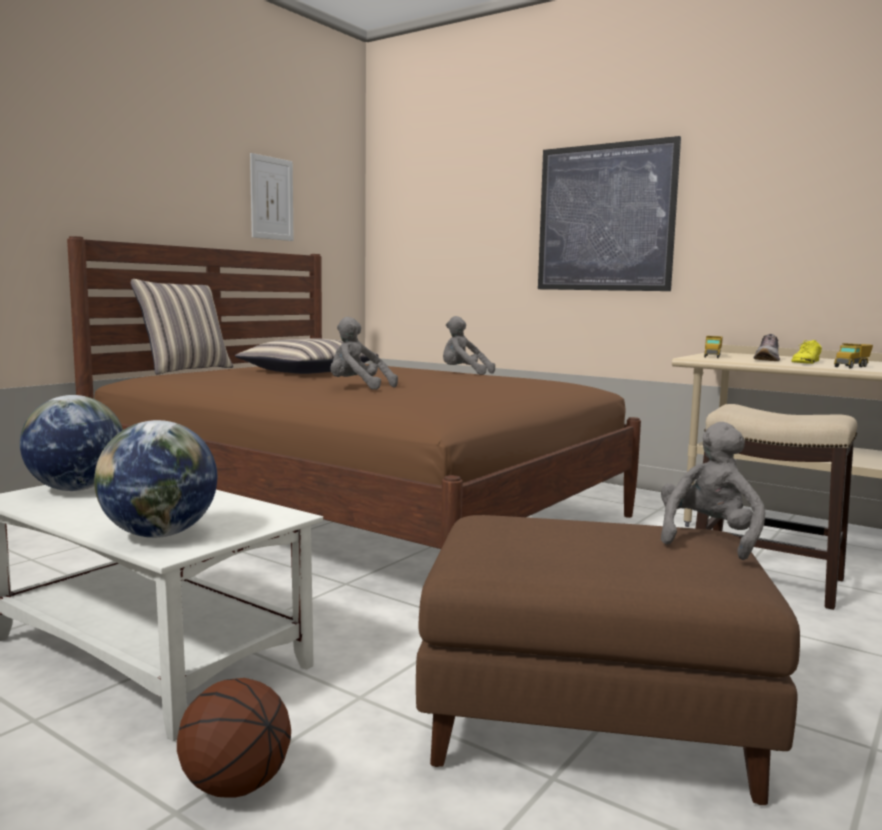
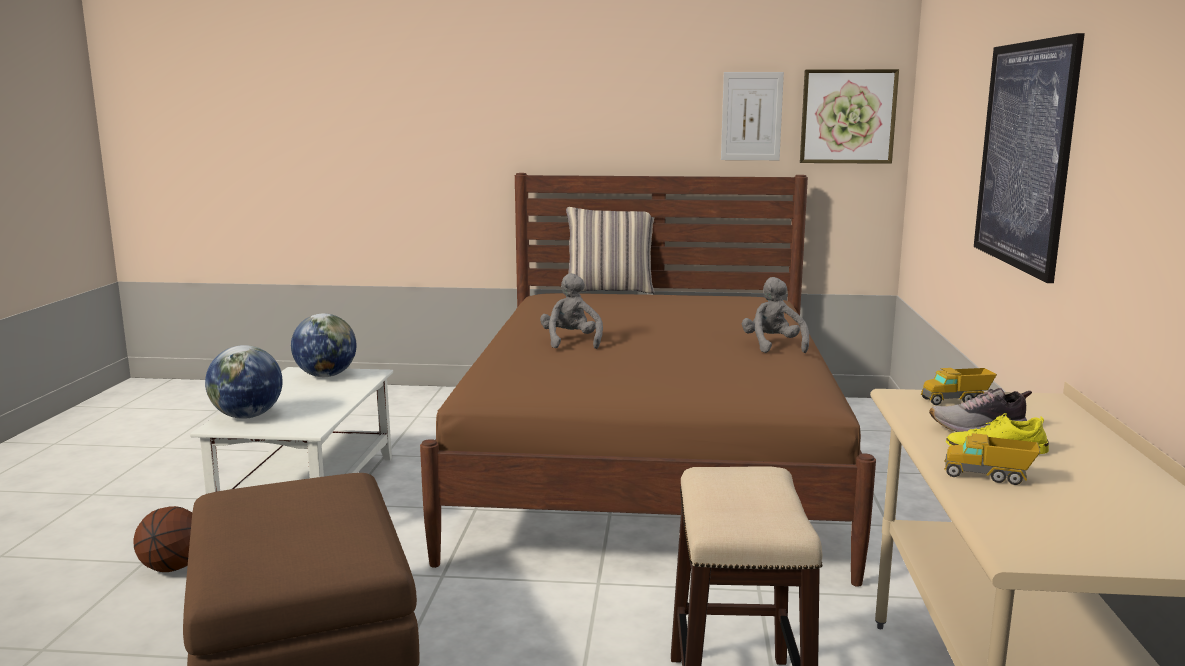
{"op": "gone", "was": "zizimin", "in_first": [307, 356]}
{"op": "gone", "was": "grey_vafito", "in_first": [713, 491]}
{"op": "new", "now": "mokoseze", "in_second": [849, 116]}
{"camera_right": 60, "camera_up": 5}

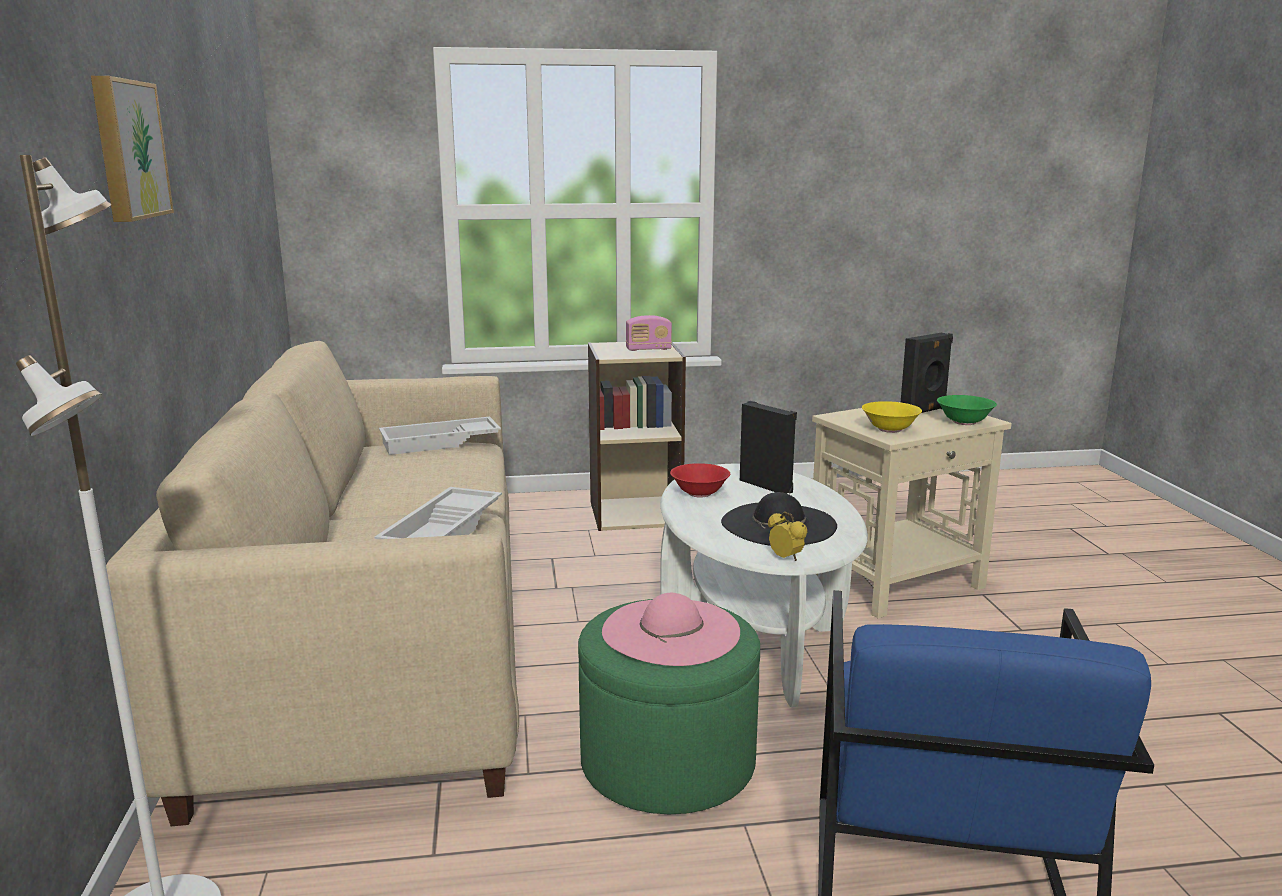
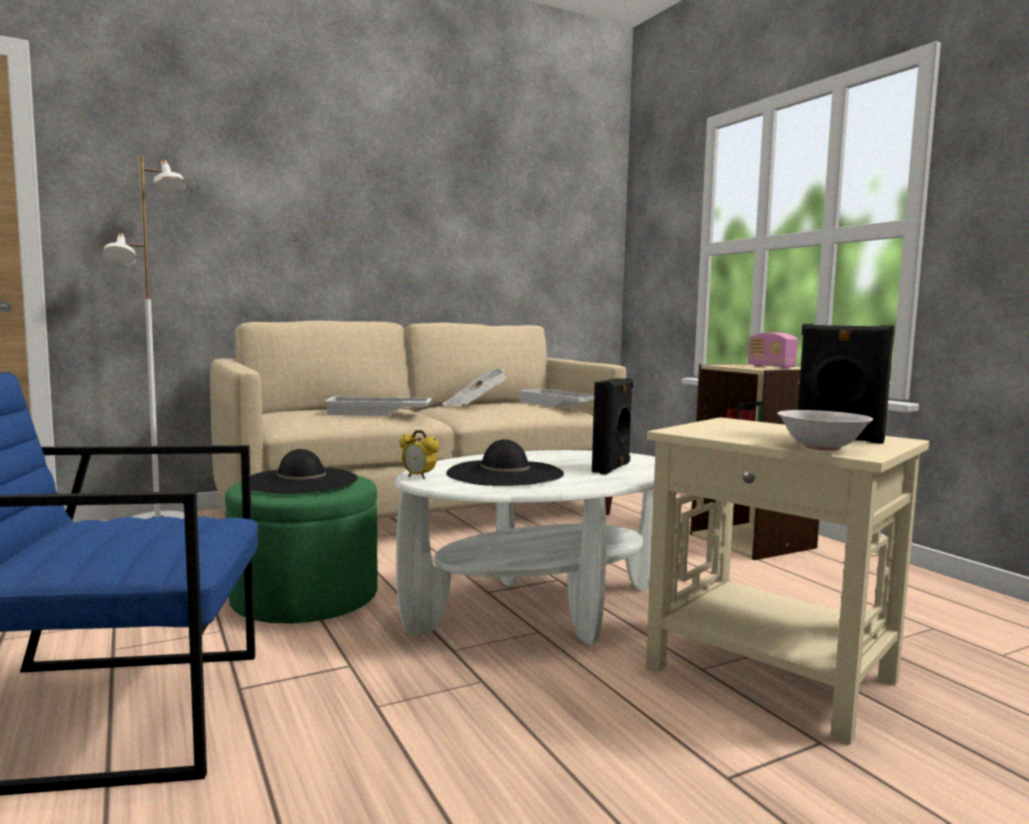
{"op": "gone", "was": "mokoseze", "in_first": [132, 149]}
{"op": "repainted", "was": "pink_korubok", "now": "black_korubok", "in_first": [671, 629], "in_second": [304, 471]}
{"op": "gone", "was": "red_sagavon", "in_first": [700, 480]}
{"op": "rotated", "was": "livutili", "in_first": [788, 536], "in_second": [419, 455], "clockwise": 90}
{"op": "gone", "was": "yellow_sagavon", "in_first": [892, 417]}
{"op": "repainted", "was": "green_sagavon", "now": "white_sagavon", "in_first": [967, 410], "in_second": [825, 430]}
{"op": "new", "now": "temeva", "in_second": [474, 387]}
{"camera_right": 70, "camera_up": -10}

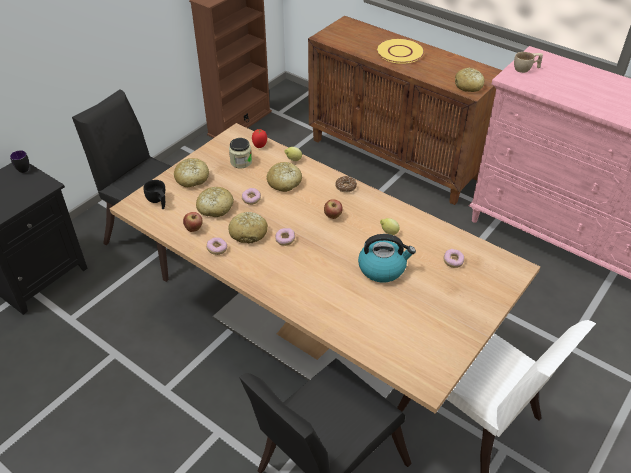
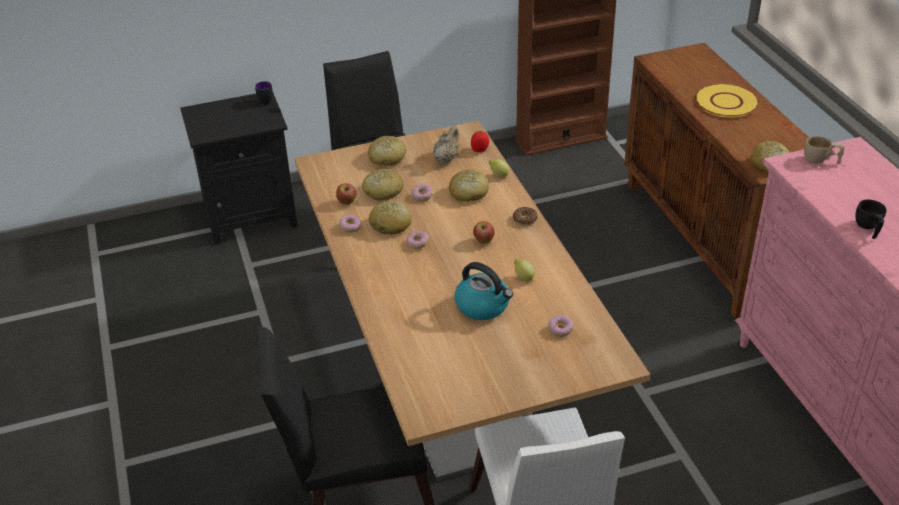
{"op": "shifted", "was": "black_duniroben", "in_first": [154, 194], "in_second": [871, 219]}
{"op": "swapped", "was": "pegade", "now": "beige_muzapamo", "in_first": [240, 153], "in_second": [446, 145]}
{"camera_right": 35, "camera_up": -5}

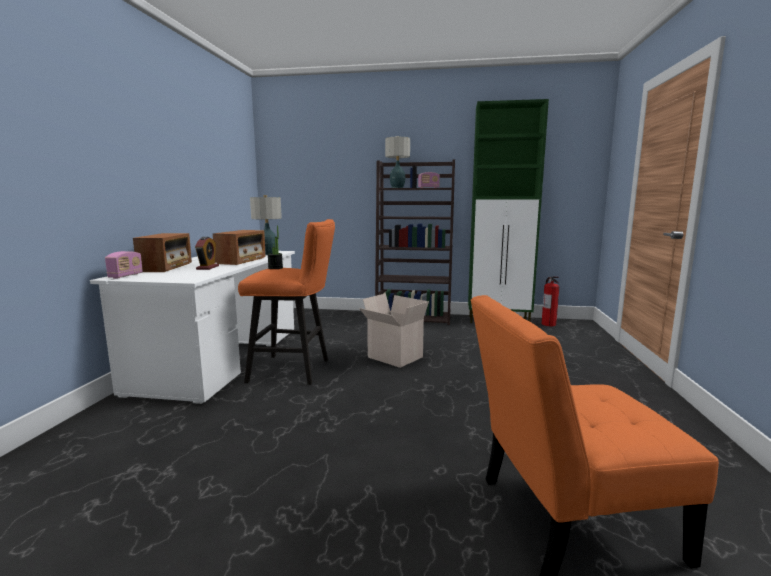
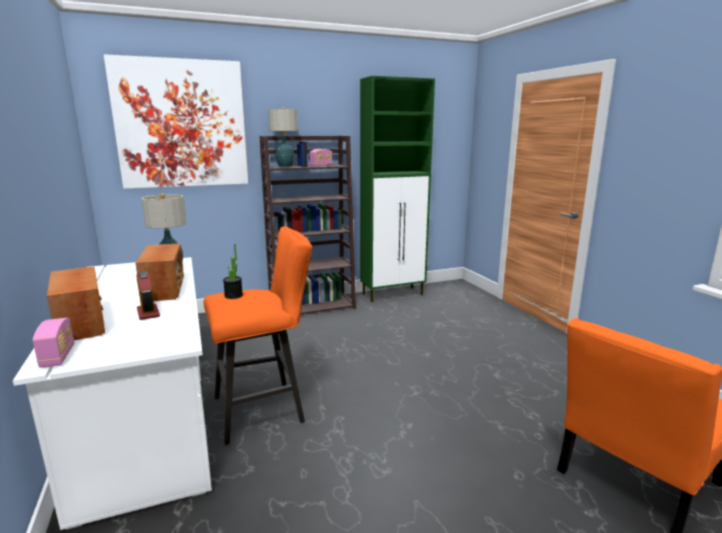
{"op": "gone", "was": "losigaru", "in_first": [394, 330]}
{"op": "gone", "was": "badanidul", "in_first": [550, 301]}
{"op": "new", "now": "mokoseze", "in_second": [176, 121]}
{"camera_right": -30, "camera_up": 5}

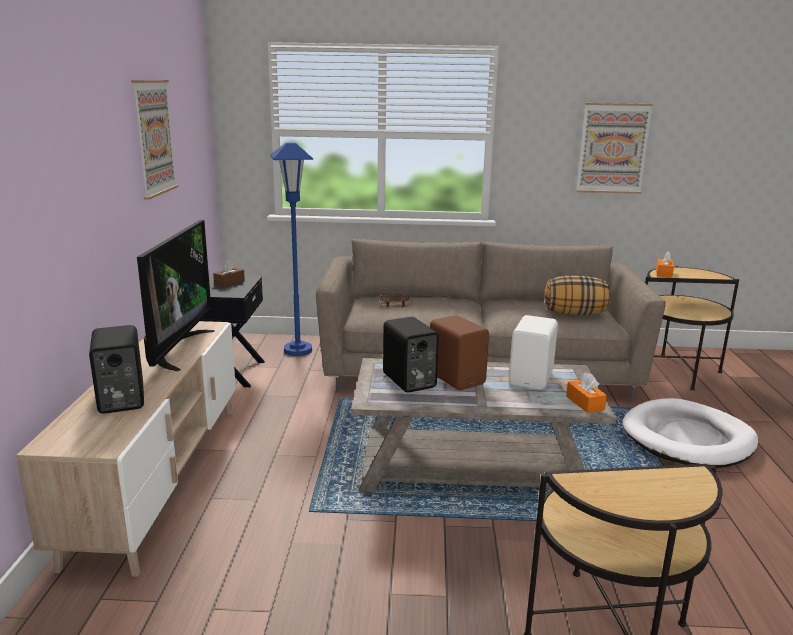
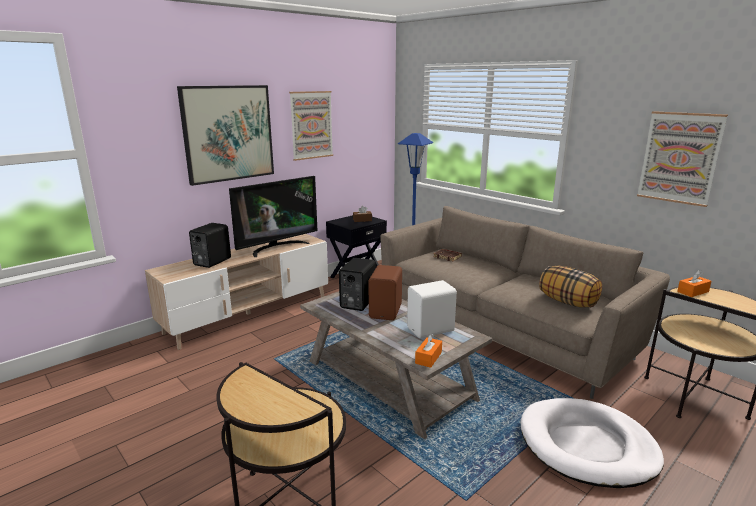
{"op": "new", "now": "mokoseze", "in_second": [225, 135]}
{"camera_right": 45, "camera_up": 0}

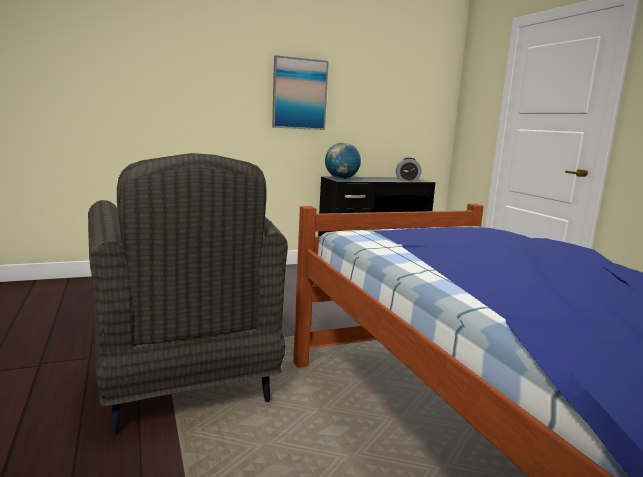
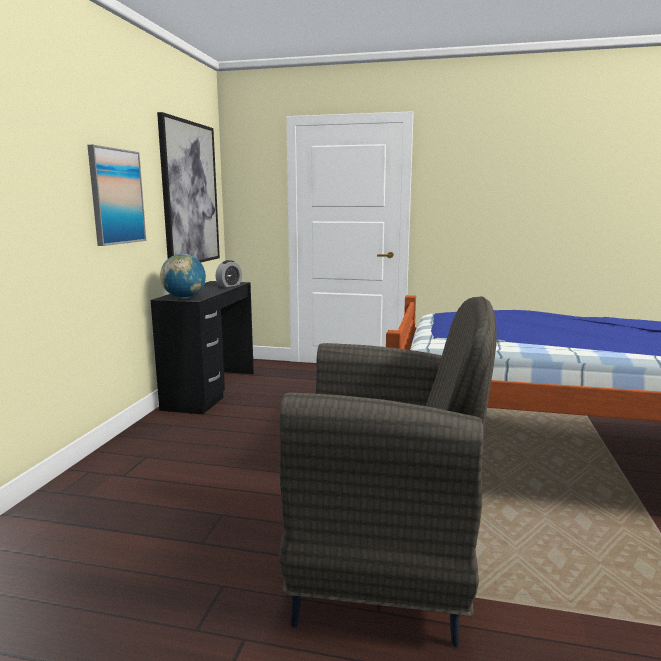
{"op": "new", "now": "mokoseze", "in_second": [188, 187]}
{"camera_right": -55, "camera_up": 0}

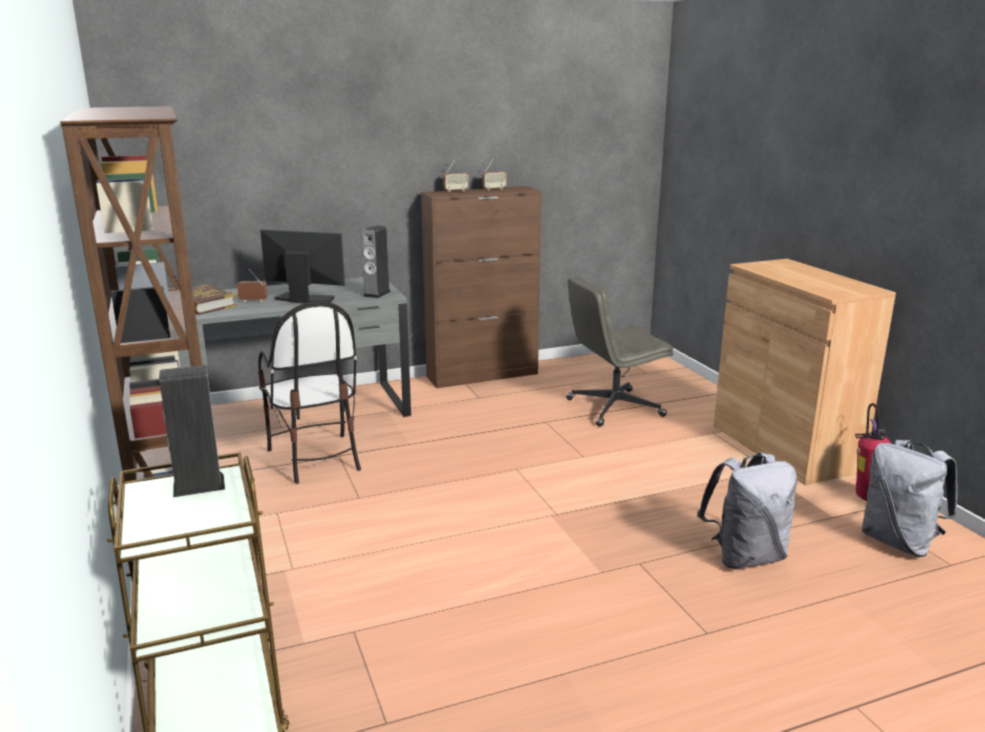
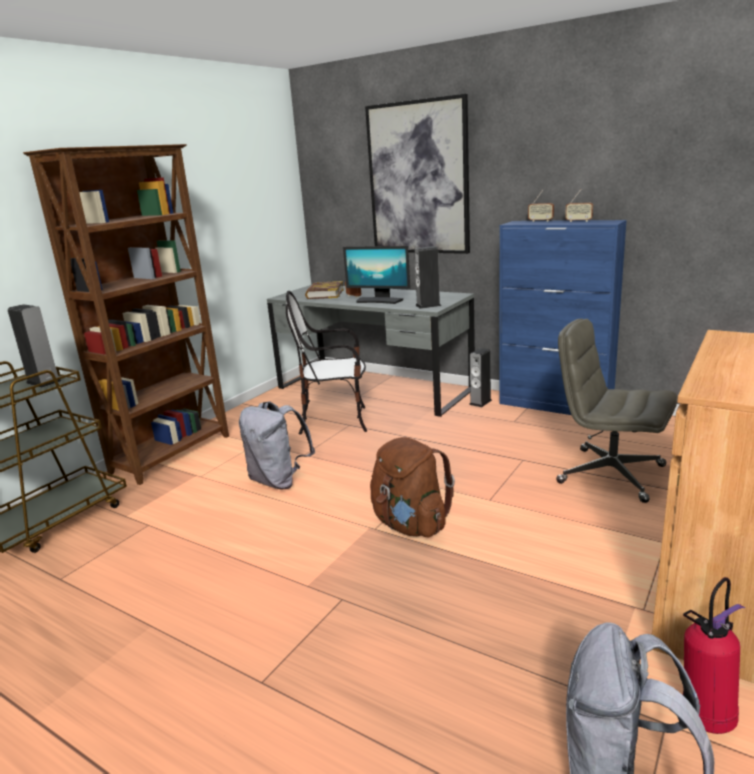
{"op": "rotated", "was": "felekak", "in_first": [309, 392], "in_second": [326, 363], "clockwise": 60}
{"op": "rotated", "was": "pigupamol", "in_first": [302, 266], "in_second": [376, 275], "clockwise": 135}
{"op": "repainted", "was": "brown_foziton", "now": "blue_foziton", "in_first": [481, 287], "in_second": [563, 317]}
{"op": "shifted", "was": "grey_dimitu", "in_first": [747, 510], "in_second": [277, 445]}
{"op": "new", "now": "mokoseze", "in_second": [417, 174]}
{"op": "new", "now": "brown_dimitu", "in_second": [412, 487]}
{"op": "new", "now": "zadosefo", "in_second": [480, 377]}
{"camera_right": 55, "camera_up": 0}

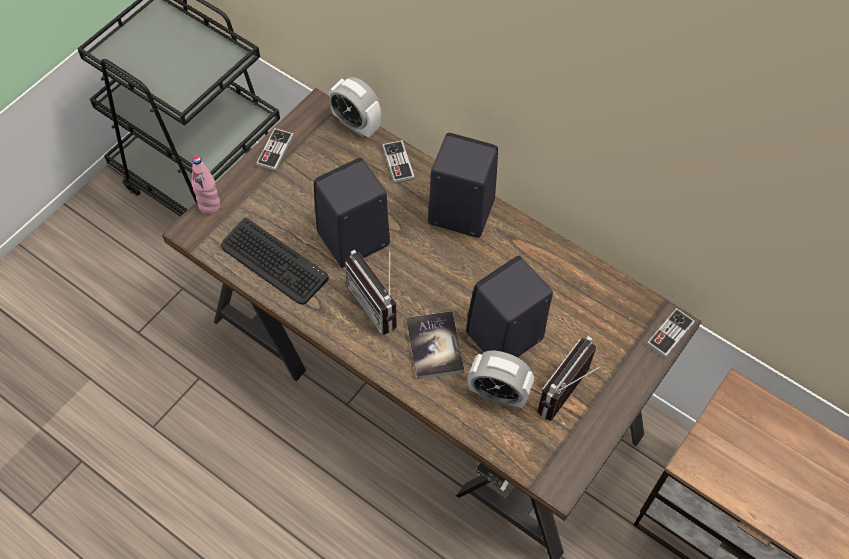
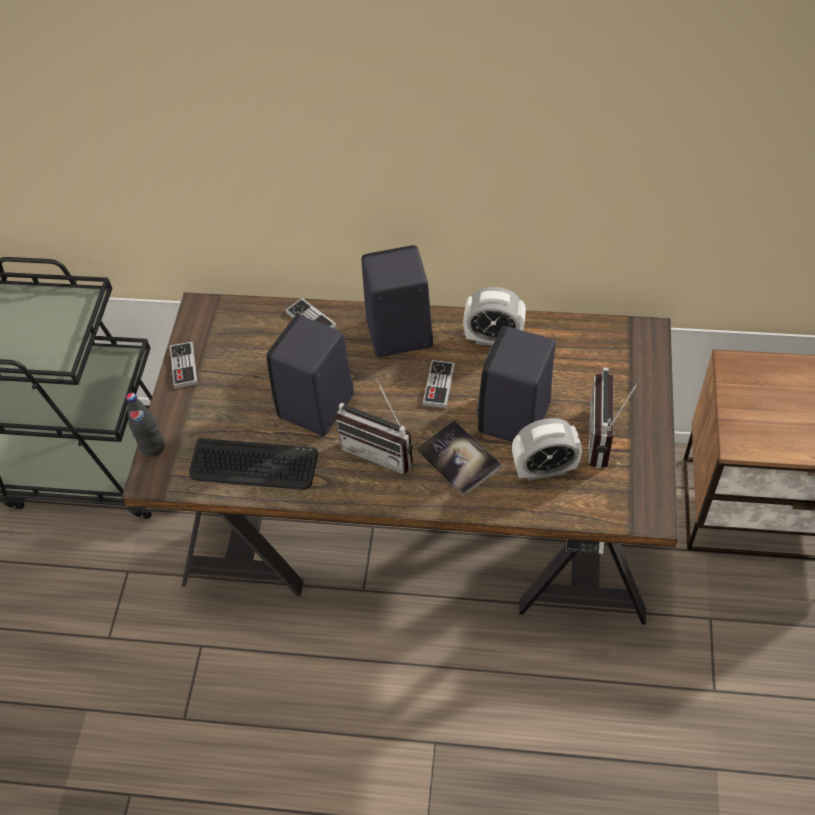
{"op": "repainted", "was": "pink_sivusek", "now": "black_sivusek", "in_first": [205, 185], "in_second": [145, 425]}
{"op": "shifted", "was": "livutili", "in_first": [355, 107], "in_second": [494, 316]}
{"op": "shifted", "was": "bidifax", "in_first": [670, 333], "in_second": [439, 384]}
{"camera_right": -25, "camera_up": -5}

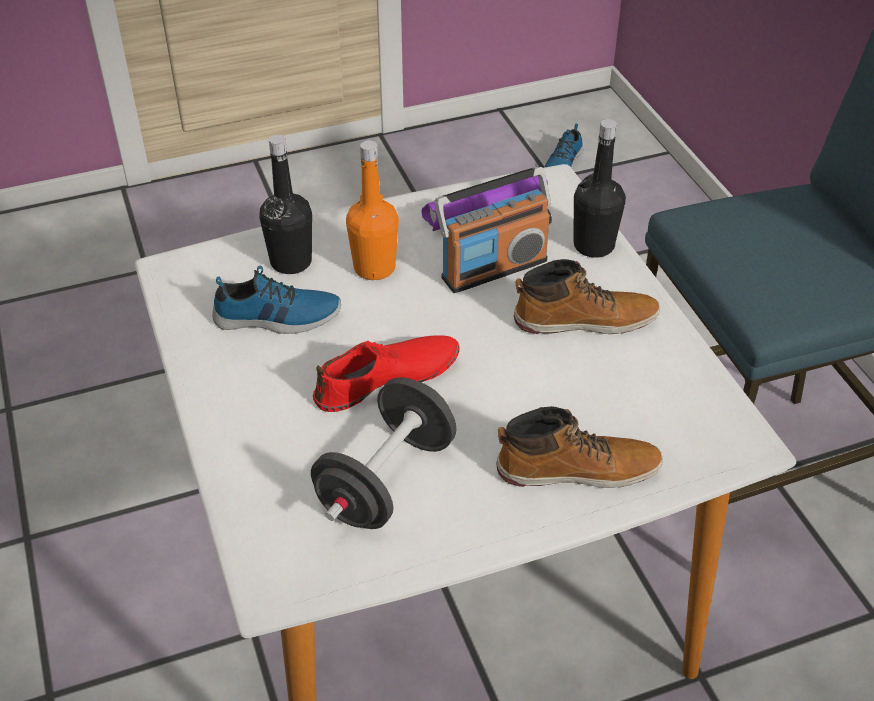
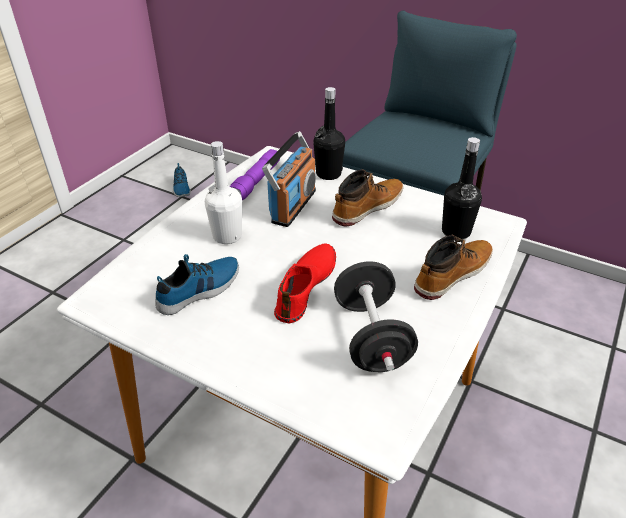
{"op": "shifted", "was": "black_sivusek", "in_first": [286, 204], "in_second": [462, 188]}
{"op": "repainted", "was": "orange_sivusek", "now": "white_sivusek", "in_first": [372, 210], "in_second": [223, 192]}
{"camera_right": -40, "camera_up": -5}

